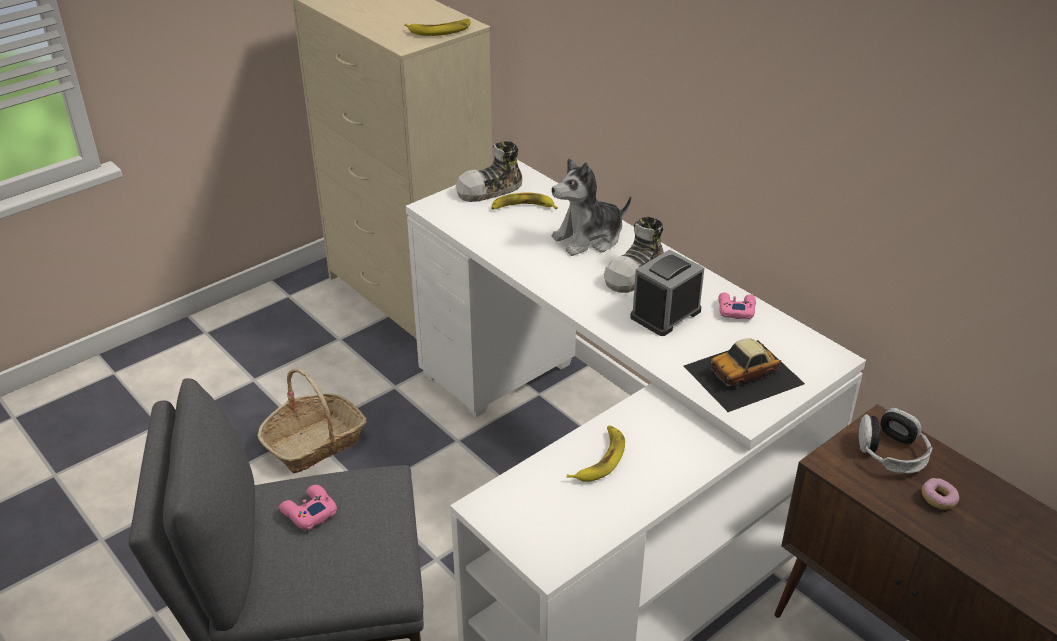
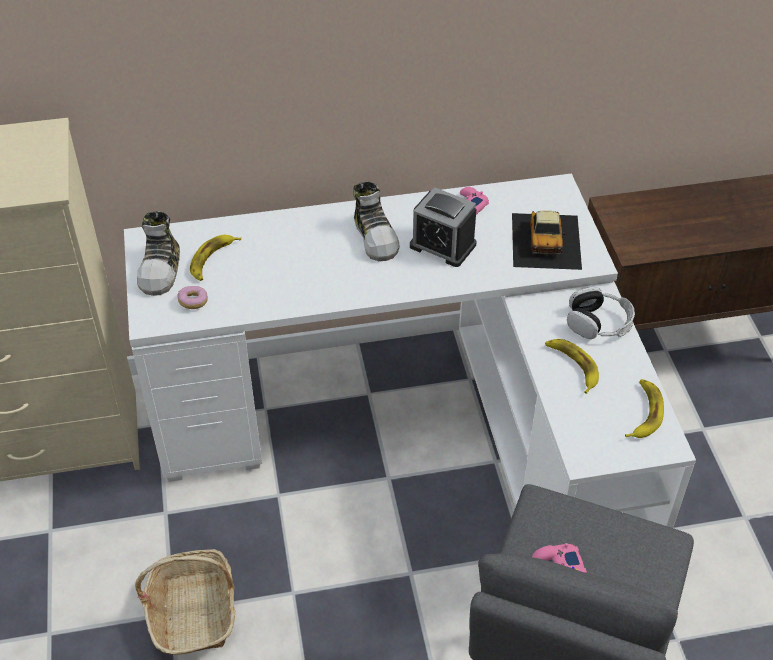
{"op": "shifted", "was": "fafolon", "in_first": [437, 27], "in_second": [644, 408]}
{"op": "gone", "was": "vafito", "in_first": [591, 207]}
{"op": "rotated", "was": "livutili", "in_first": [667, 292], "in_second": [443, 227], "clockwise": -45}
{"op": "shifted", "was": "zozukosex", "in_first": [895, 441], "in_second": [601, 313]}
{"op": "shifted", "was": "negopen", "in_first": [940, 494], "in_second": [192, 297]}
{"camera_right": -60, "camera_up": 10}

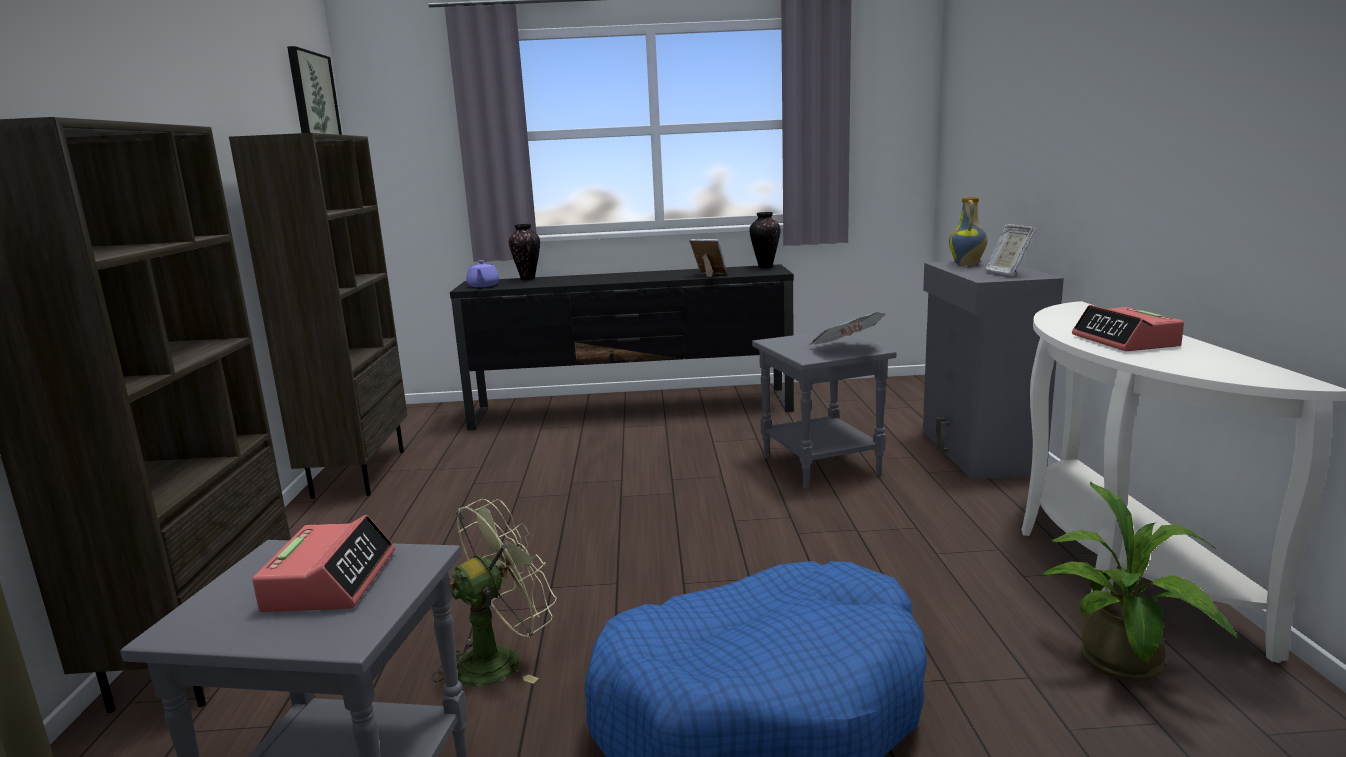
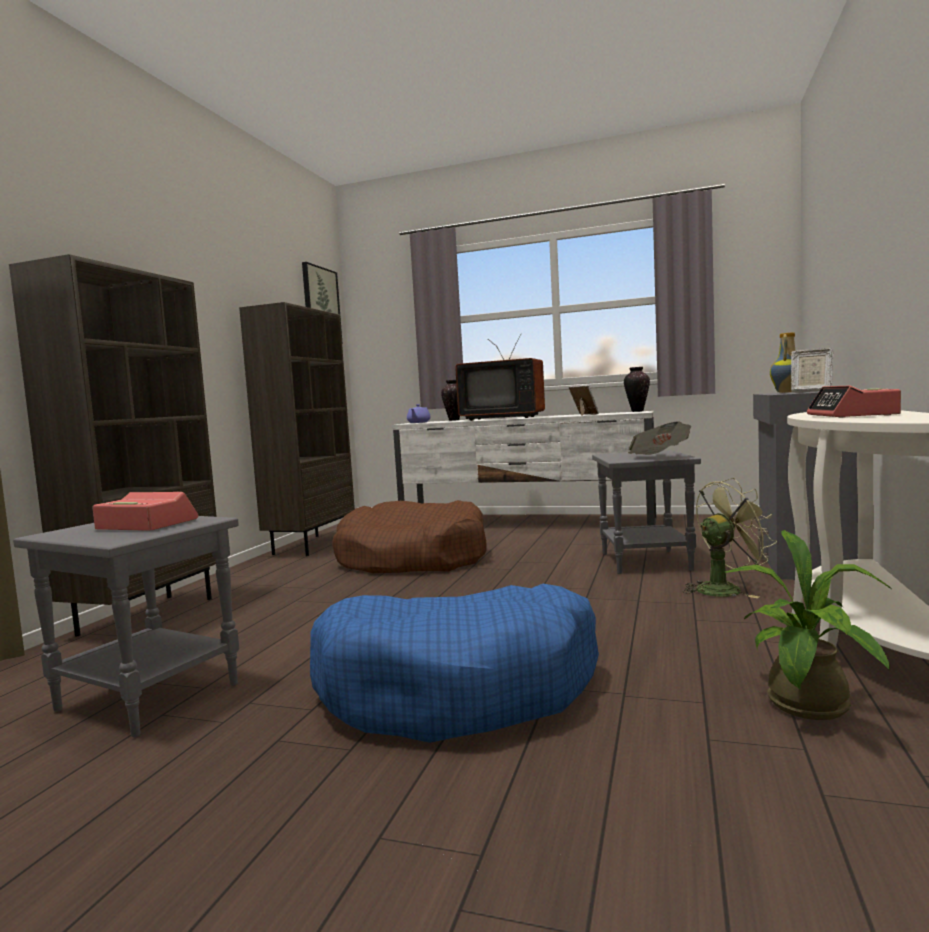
{"op": "rotated", "was": "livutili", "in_first": [323, 563], "in_second": [145, 511], "clockwise": -90}
{"op": "shifted", "was": "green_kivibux", "in_first": [494, 592], "in_second": [730, 538]}
{"op": "repainted", "was": "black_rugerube", "now": "white_rugerube", "in_first": [622, 347], "in_second": [524, 468]}
{"op": "rotated", "was": "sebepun", "in_first": [1011, 250], "in_second": [812, 370], "clockwise": -60}
{"op": "new", "now": "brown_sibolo", "in_second": [409, 536]}
{"op": "new", "now": "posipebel", "in_second": [500, 377]}
{"camera_right": 20, "camera_up": -10}

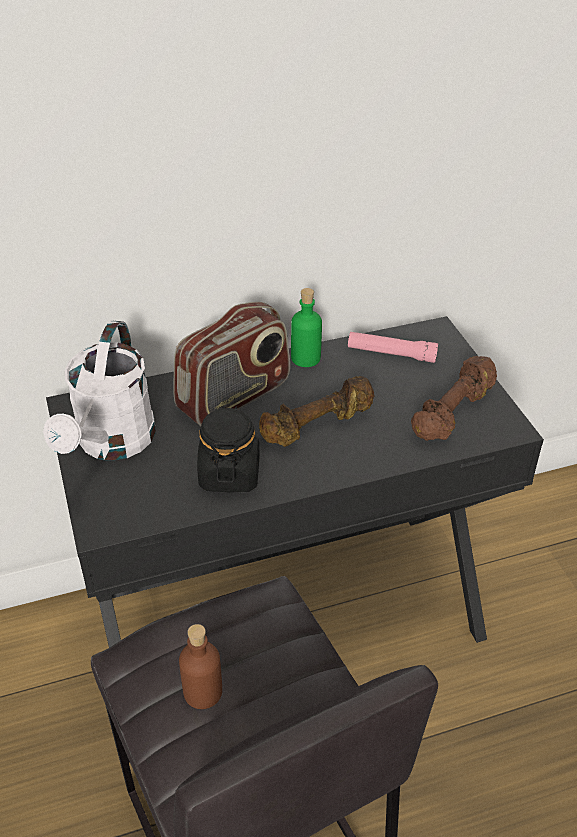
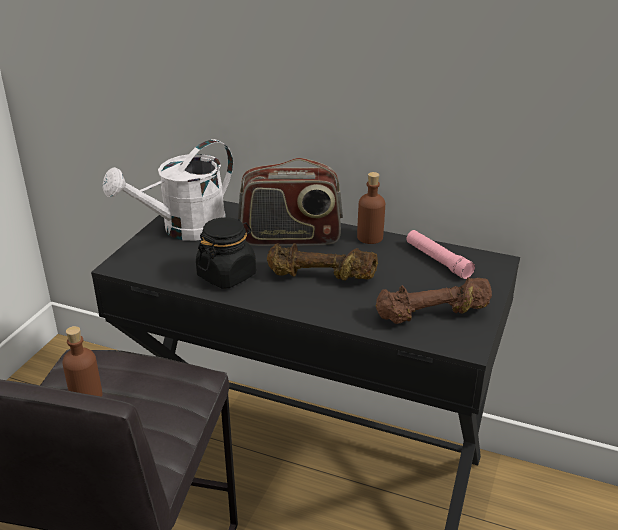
{"op": "repainted", "was": "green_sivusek", "now": "brown_sivusek", "in_first": [306, 327], "in_second": [371, 208]}
{"camera_right": 40, "camera_up": -10}

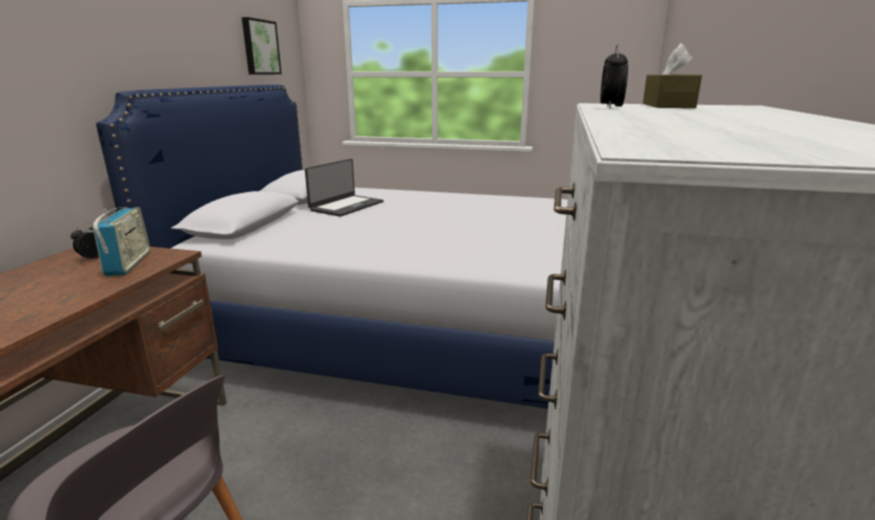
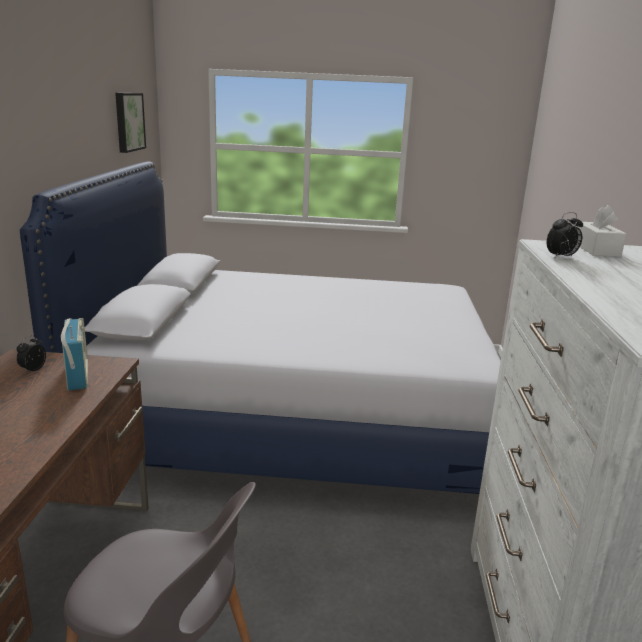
{"op": "gone", "was": "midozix", "in_first": [344, 188]}
{"op": "rotated", "was": "livutili", "in_first": [614, 76], "in_second": [565, 235], "clockwise": -120}
{"op": "repainted", "was": "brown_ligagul", "now": "white_ligagul", "in_first": [672, 75], "in_second": [601, 231]}
{"camera_right": -10, "camera_up": 0}

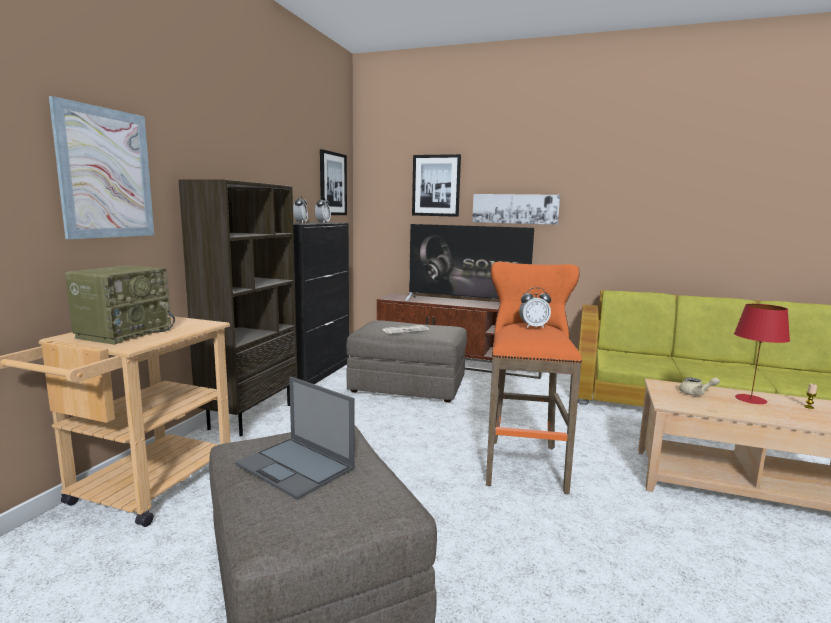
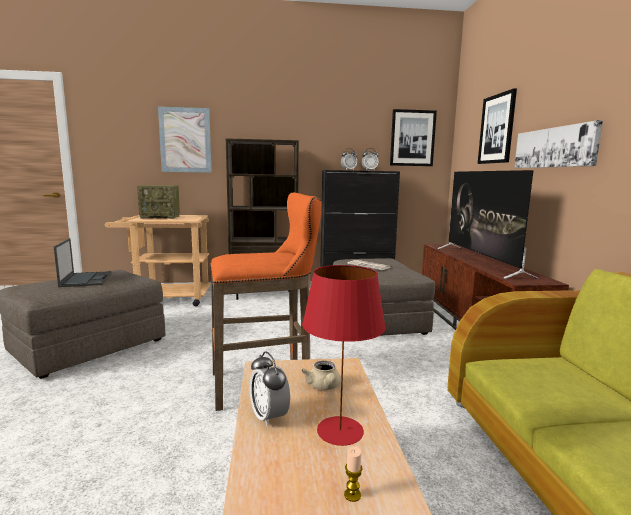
{"op": "rotated", "was": "midozix", "in_first": [295, 438], "in_second": [83, 262], "clockwise": 150}
{"op": "shifted", "was": "livutili", "in_first": [535, 307], "in_second": [270, 389]}
{"camera_right": 65, "camera_up": 0}

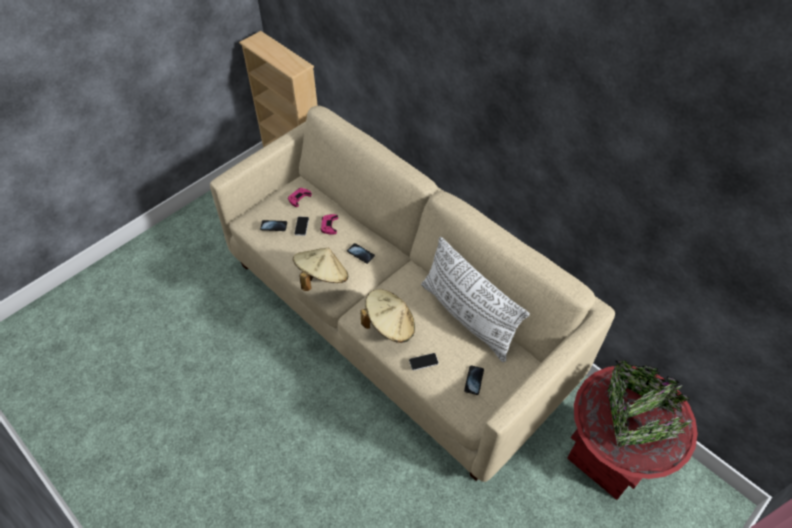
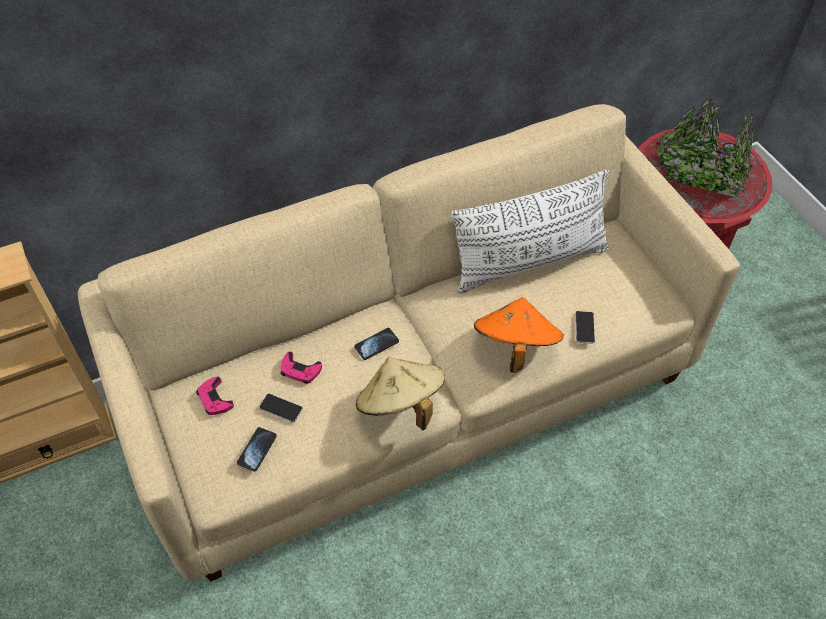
{"op": "repainted", "was": "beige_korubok", "now": "orange_korubok", "in_first": [388, 316], "in_second": [519, 335]}
{"op": "gone", "was": "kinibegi", "in_first": [474, 380]}
{"camera_right": -70, "camera_up": 0}

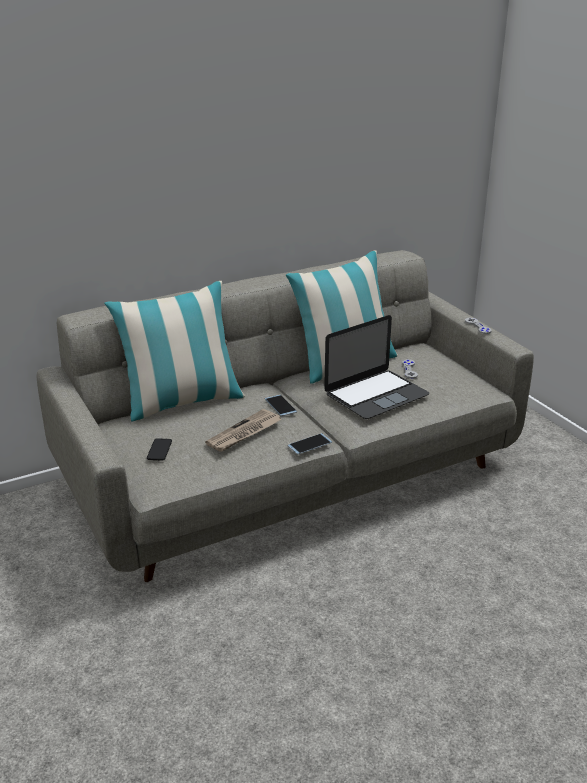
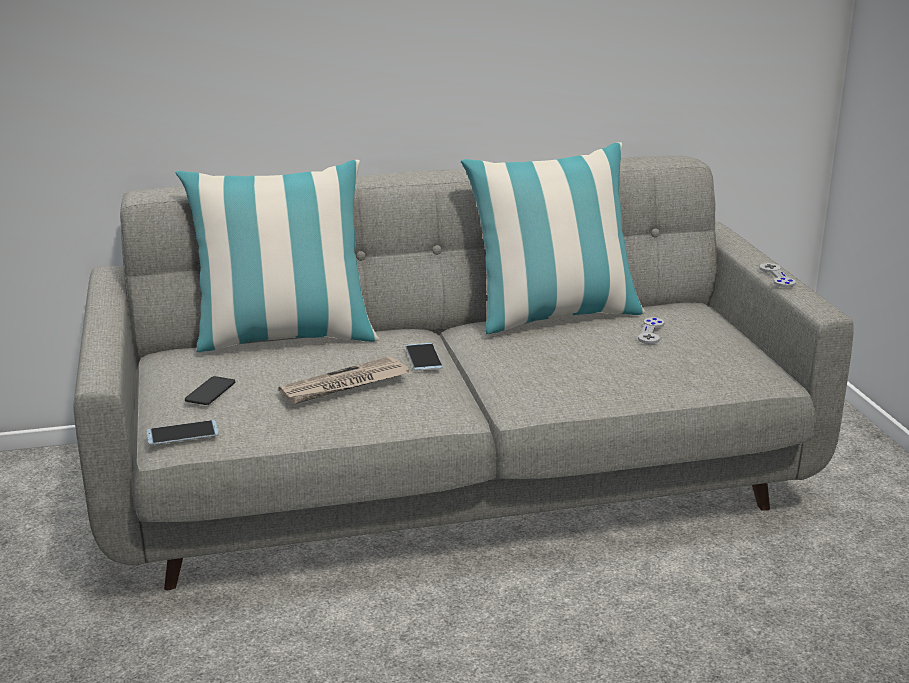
{"op": "shifted", "was": "kinibegi", "in_first": [310, 444], "in_second": [182, 432]}
{"op": "gone", "was": "midozix", "in_first": [376, 367]}
{"camera_right": 15, "camera_up": -5}

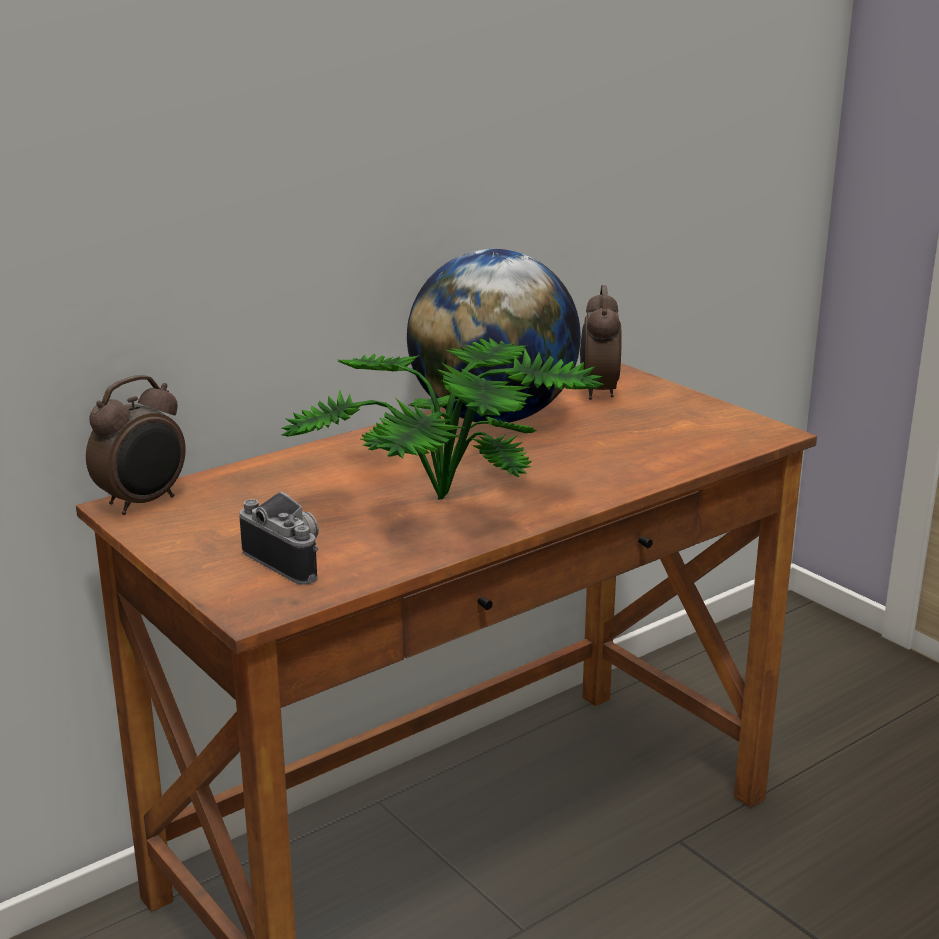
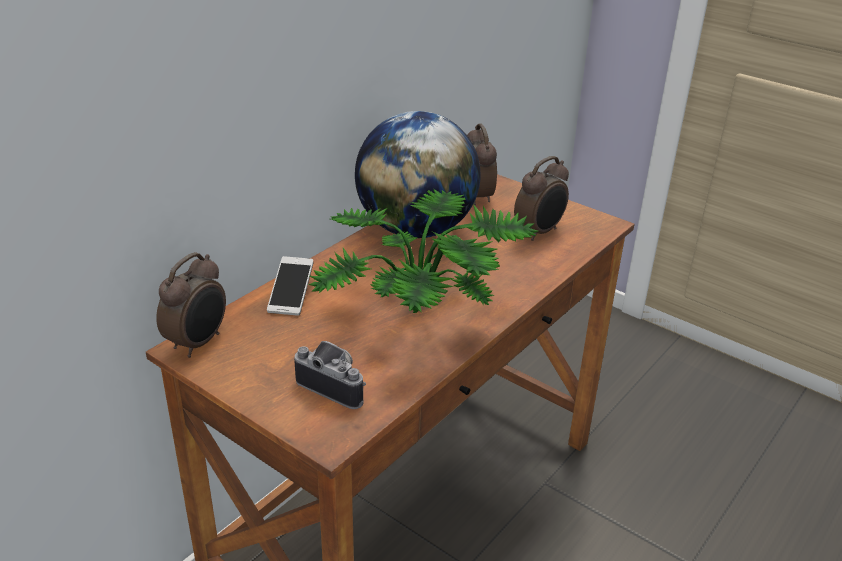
{"op": "new", "now": "kinibegi", "in_second": [290, 286]}
{"op": "new", "now": "livutili", "in_second": [541, 198]}
{"camera_right": -15, "camera_up": 10}

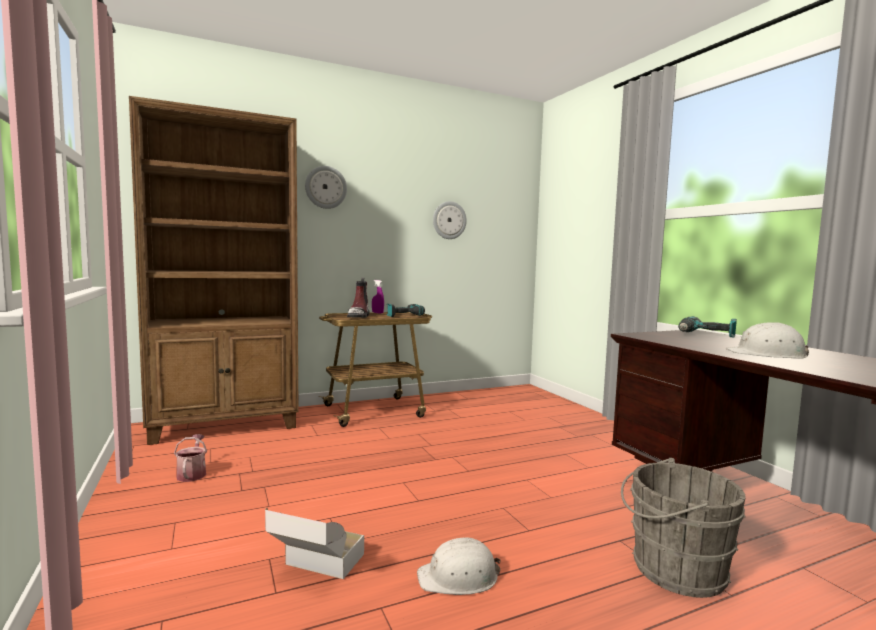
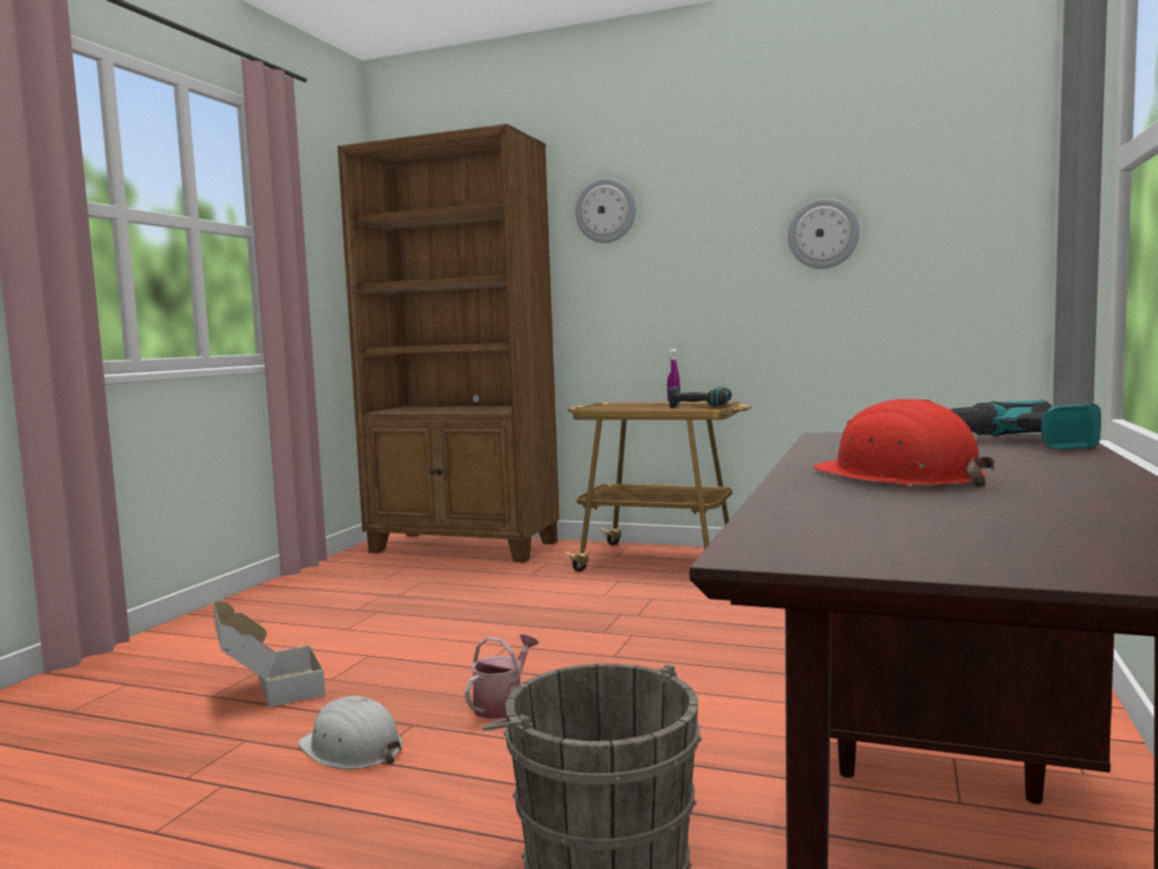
{"op": "shifted", "was": "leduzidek", "in_first": [190, 458], "in_second": [502, 676]}
{"op": "gone", "was": "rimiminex", "in_first": [358, 297]}
{"op": "repainted", "was": "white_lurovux", "now": "red_lurovux", "in_first": [767, 340], "in_second": [903, 443]}
{"camera_right": 45, "camera_up": 0}

